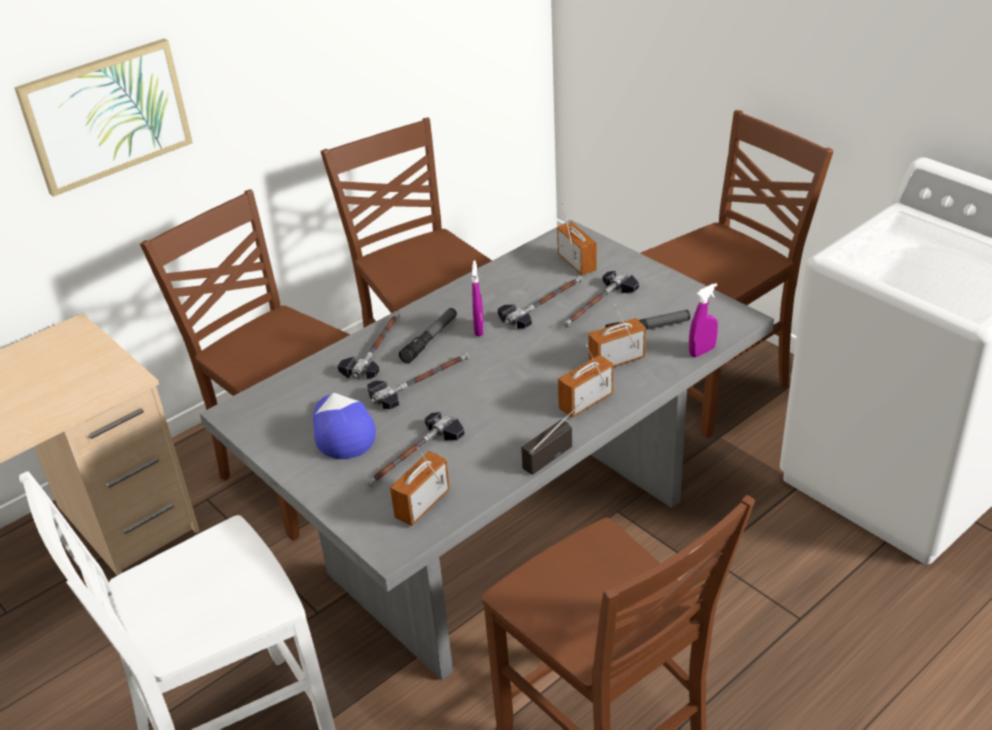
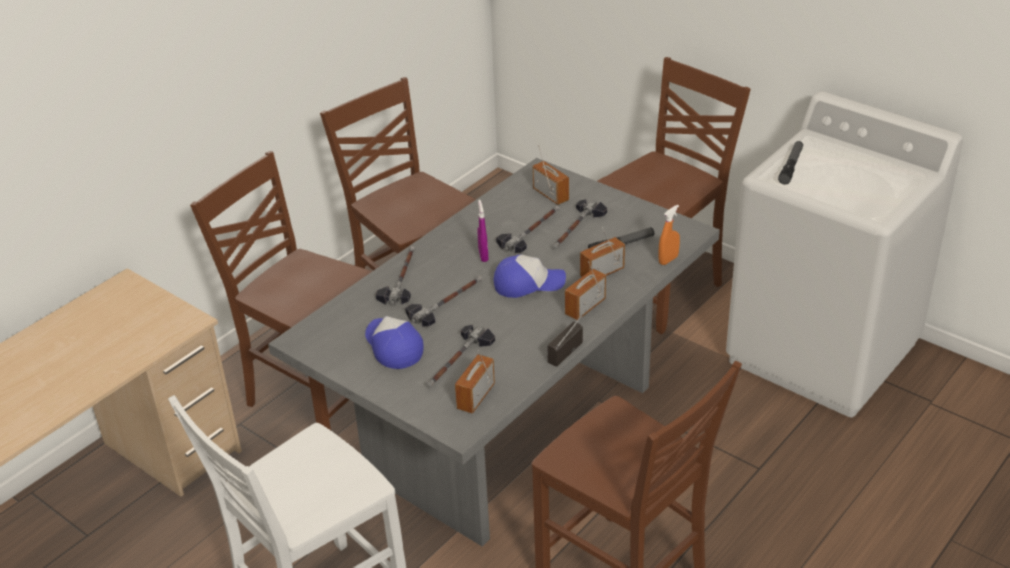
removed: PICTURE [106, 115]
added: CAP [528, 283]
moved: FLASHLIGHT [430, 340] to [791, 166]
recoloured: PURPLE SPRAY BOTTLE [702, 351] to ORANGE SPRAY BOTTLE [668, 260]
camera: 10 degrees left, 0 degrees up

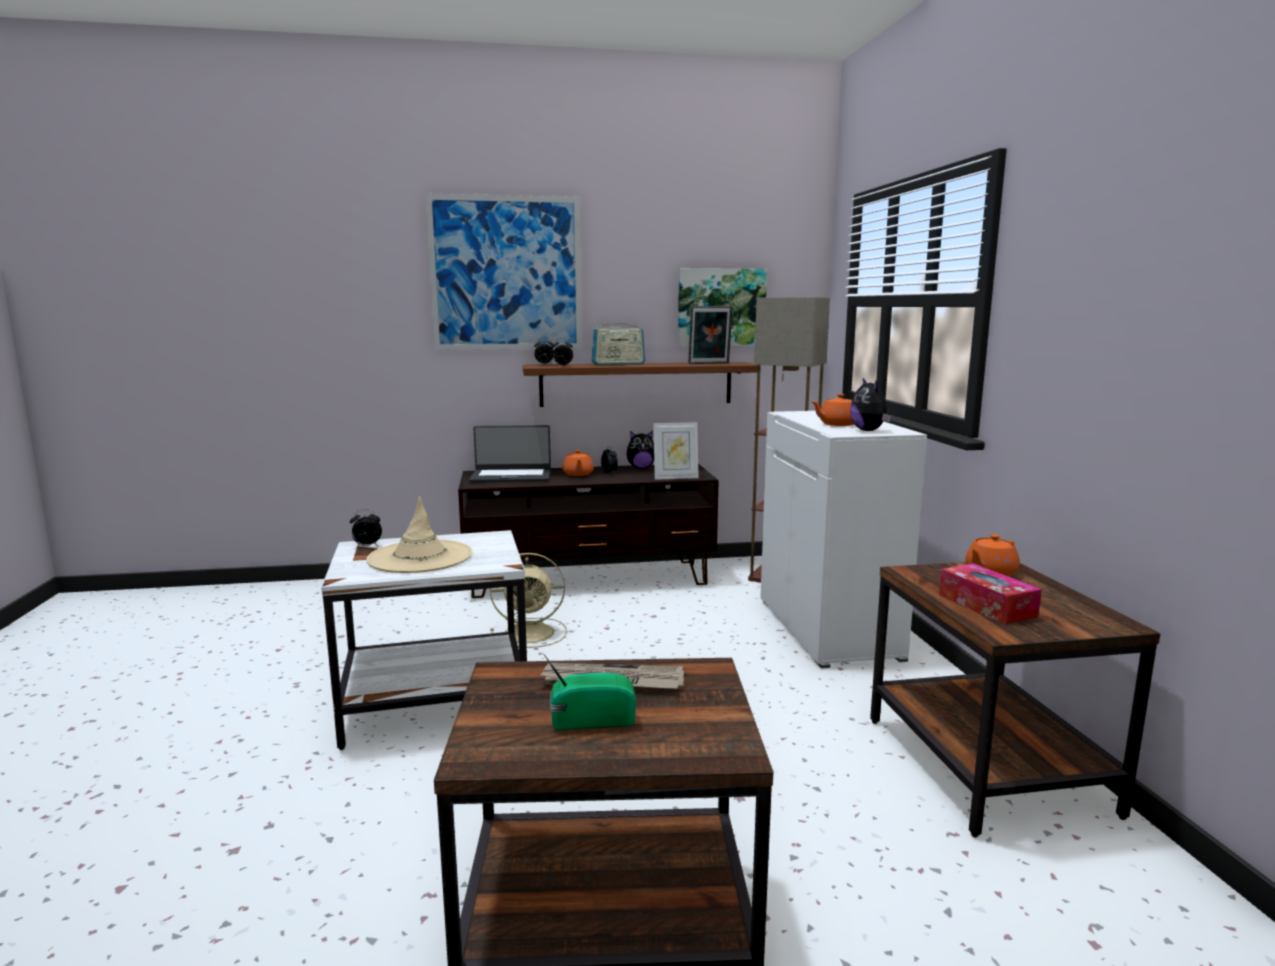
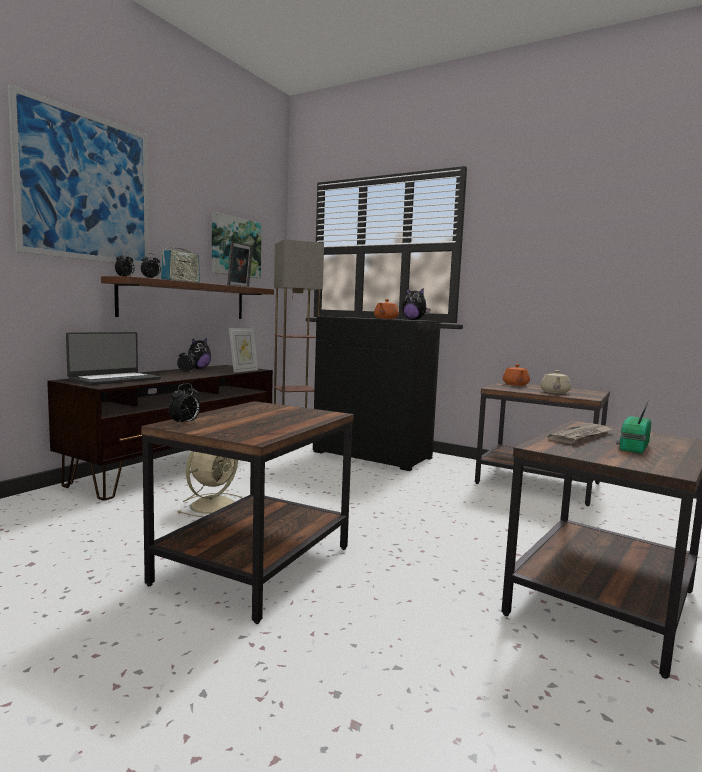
removed: BEIGE HAT [420, 557]; ORANGE TEAPOT [578, 474]
replaced: TISSUE BOX [986, 605] to BEIGE TEAPOT [555, 392]
recoloured: WHITE SIDE TABLE [436, 703] to BROWN SIDE TABLE [253, 565]; WHITE CABINET [829, 629] to BLACK CABINET [373, 455]
camera: 50 degrees left, 5 degrees down

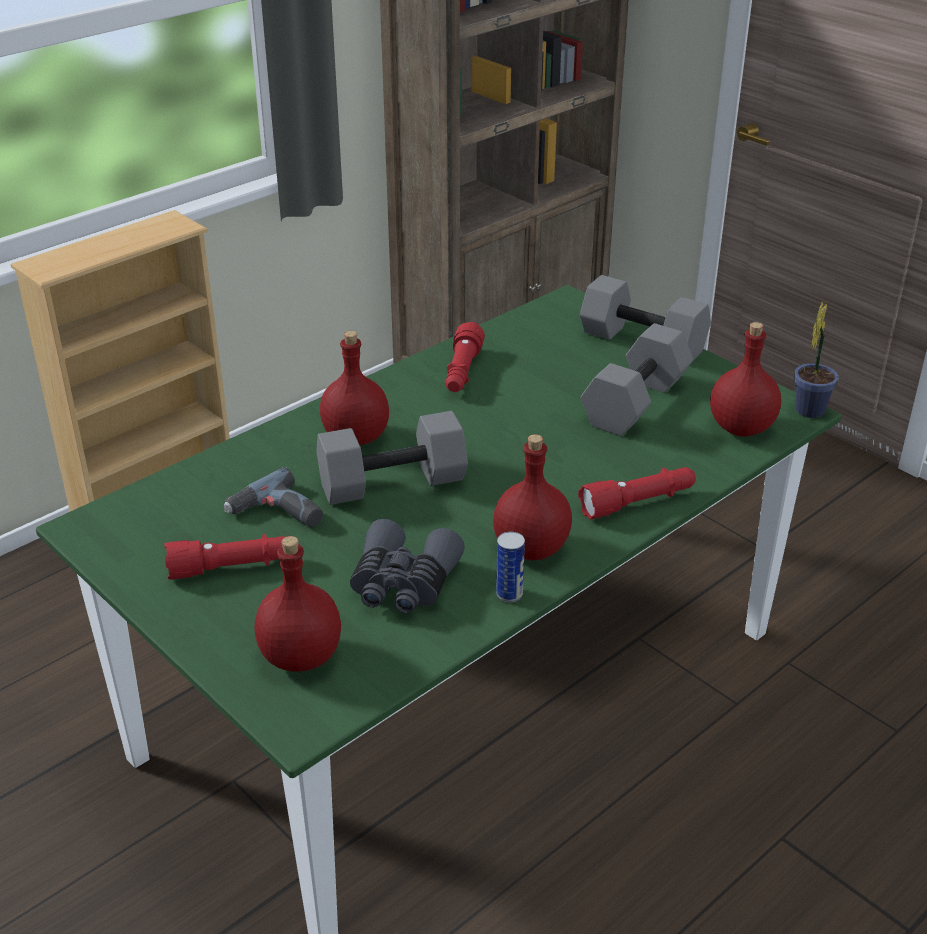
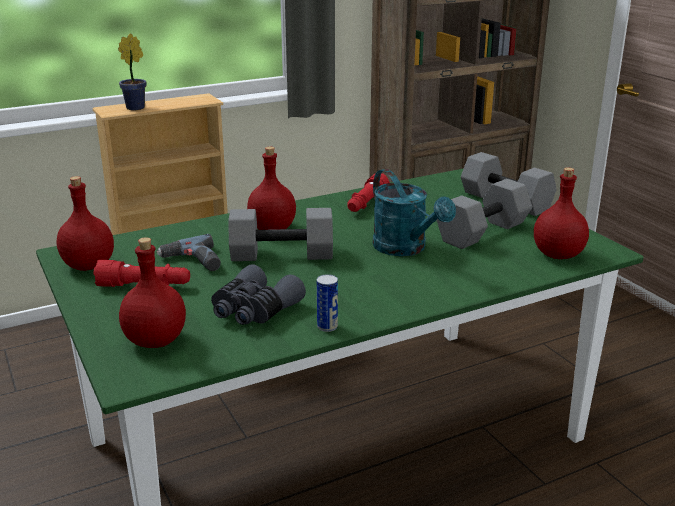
removed: RED FLASHLIGHT [638, 503]
added: TURQUOISE WATERING CAN [406, 249]
moved: RED BOTTLE [530, 549] to [87, 266]; POTTED PLANT [811, 408] to [137, 107]
camera: 15 degrees right, 10 degrees down

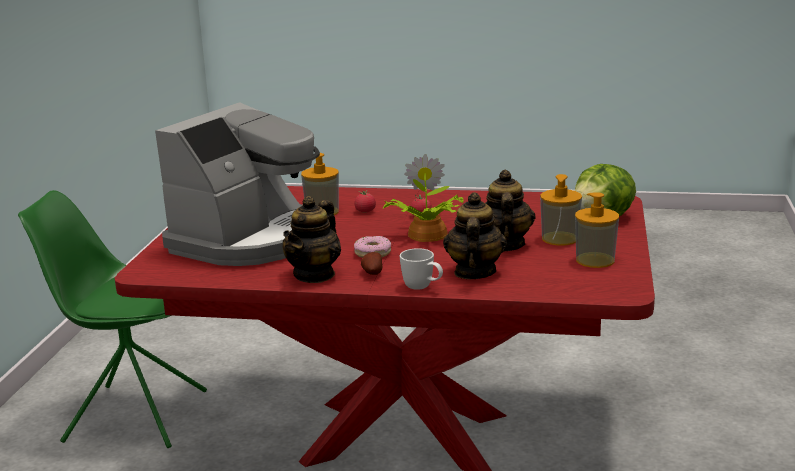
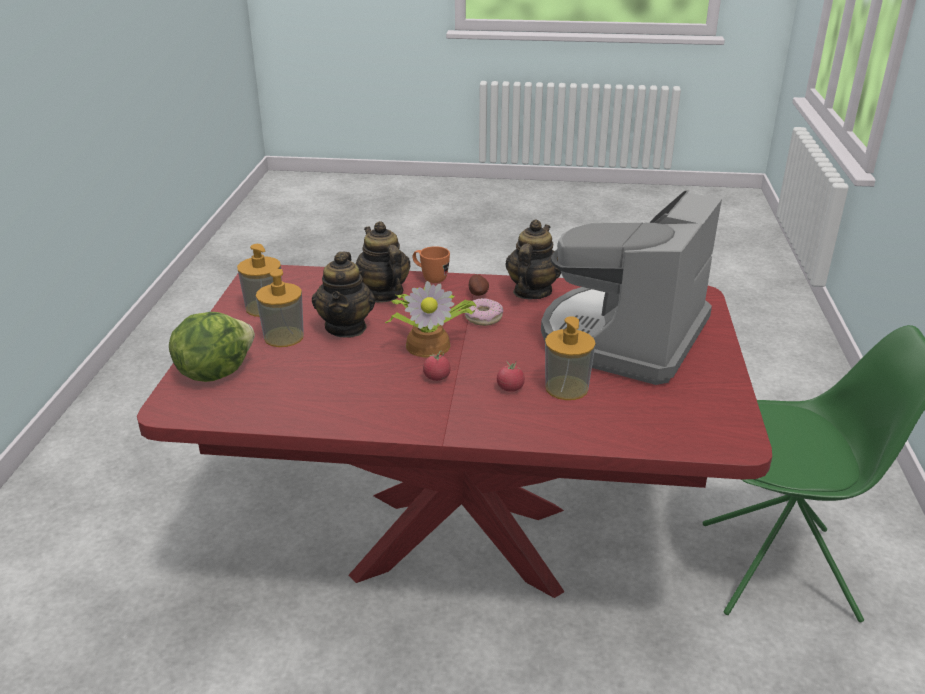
recoloured: WHITE MUG [423, 288] to ORANGE MUG [430, 278]
turned: TEAPOT [474, 272] = [383, 294] 150 degrees clockwise
camera: 175 degrees right, 10 degrees up

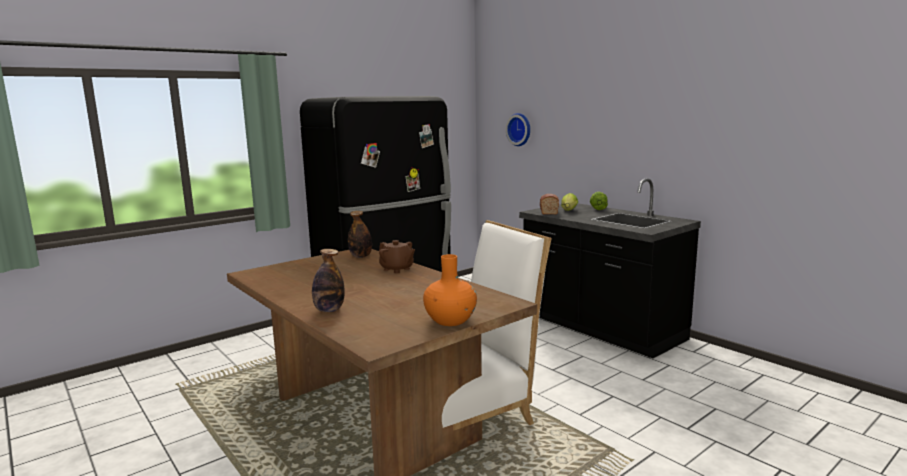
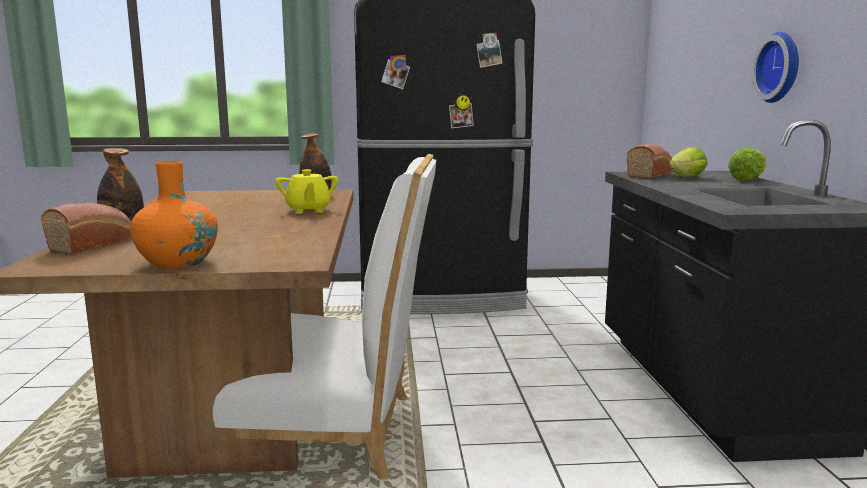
added: BREAD [94, 244]
moved: WALL CLOCK [520, 129] to [781, 67]
recoloured: BROWN TEAPOT [397, 269] to YELLOW TEAPOT [308, 210]
camera: 35 degrees right, 0 degrees up

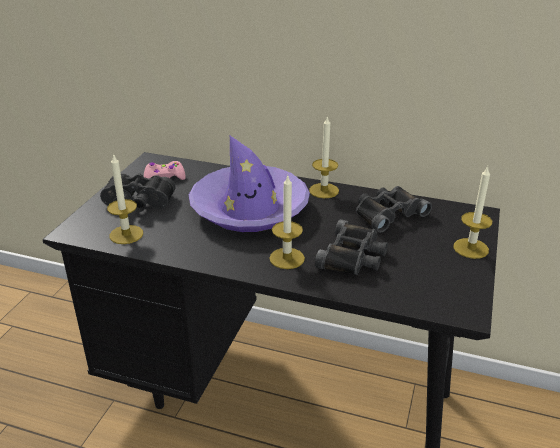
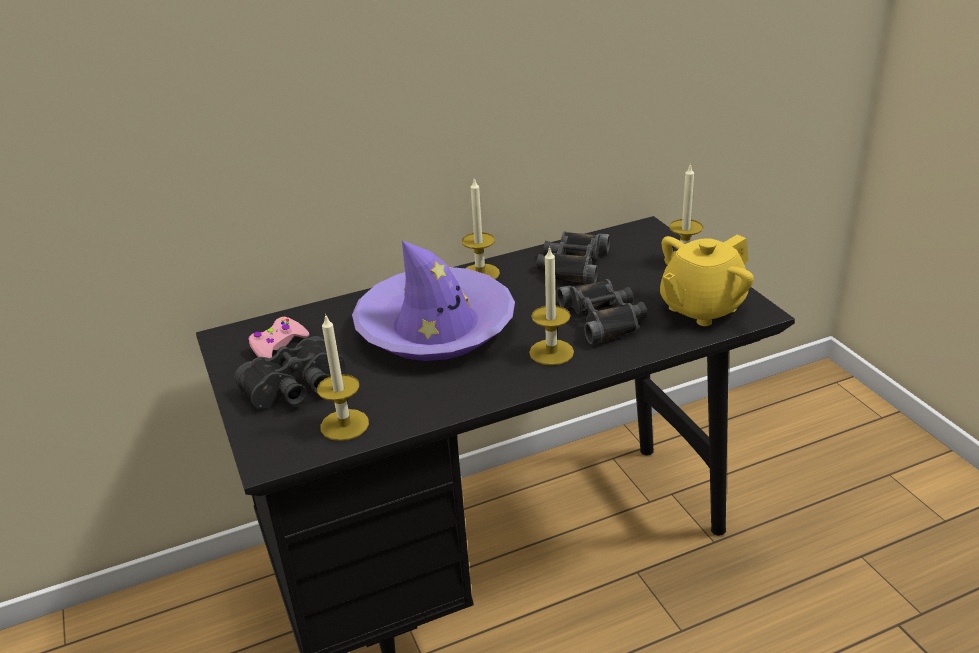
added: YELLOW TEAPOT [701, 308]
camera: 40 degrees left, 0 degrees up

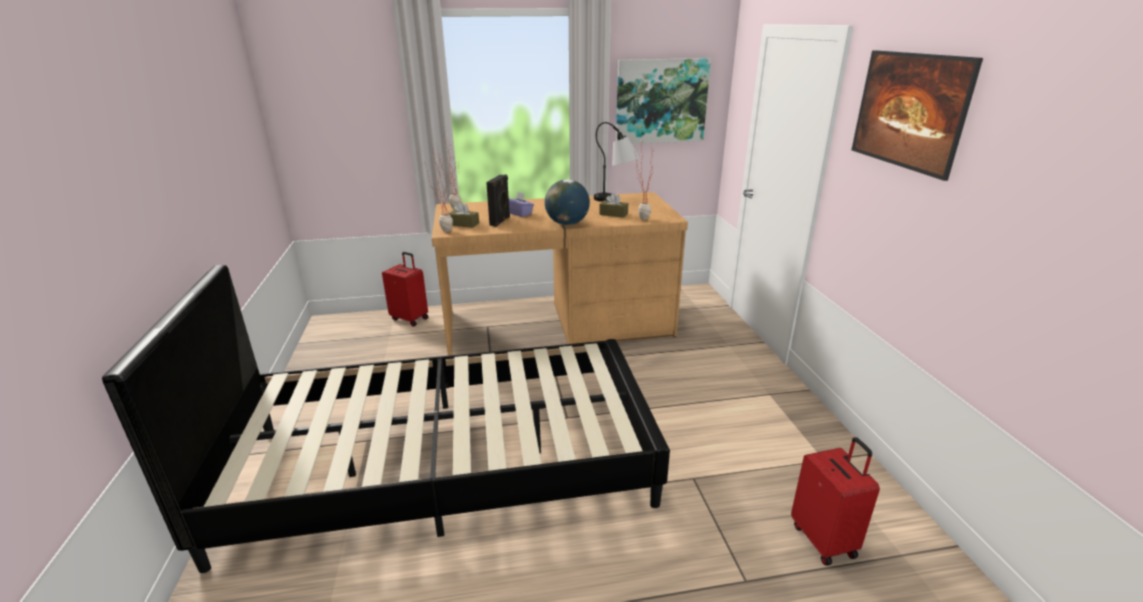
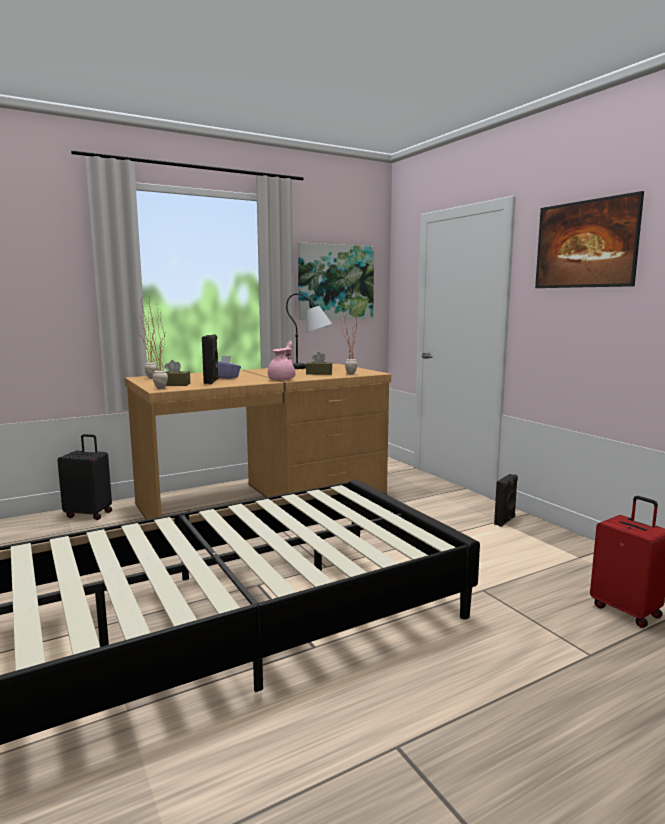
added: BLACK SPEAKER [505, 521]
replaced: GLOBE [567, 224] to PINK TEAPOT [282, 379]
recoloured: RED SUITCASE [410, 318] to BLACK SUITCASE [89, 514]
camera: 20 degrees left, 15 degrees down

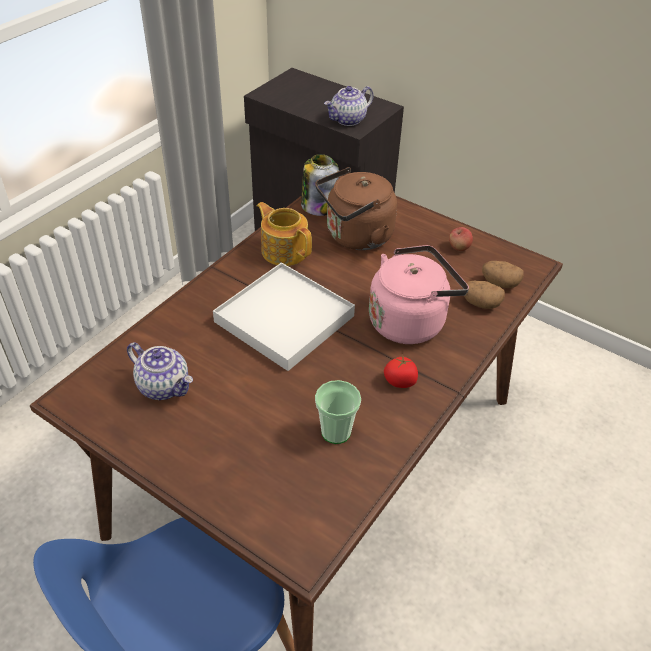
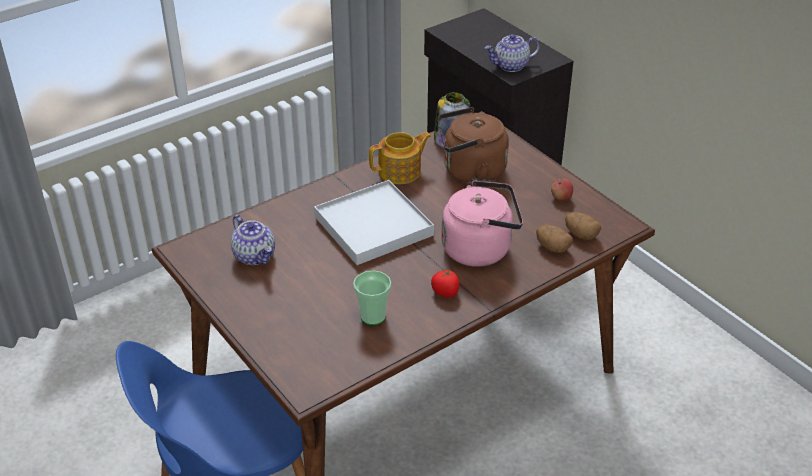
turned: TEAPOT [284, 250] = [401, 172] 90 degrees clockwise
camera: 20 degrees right, 5 degrees down

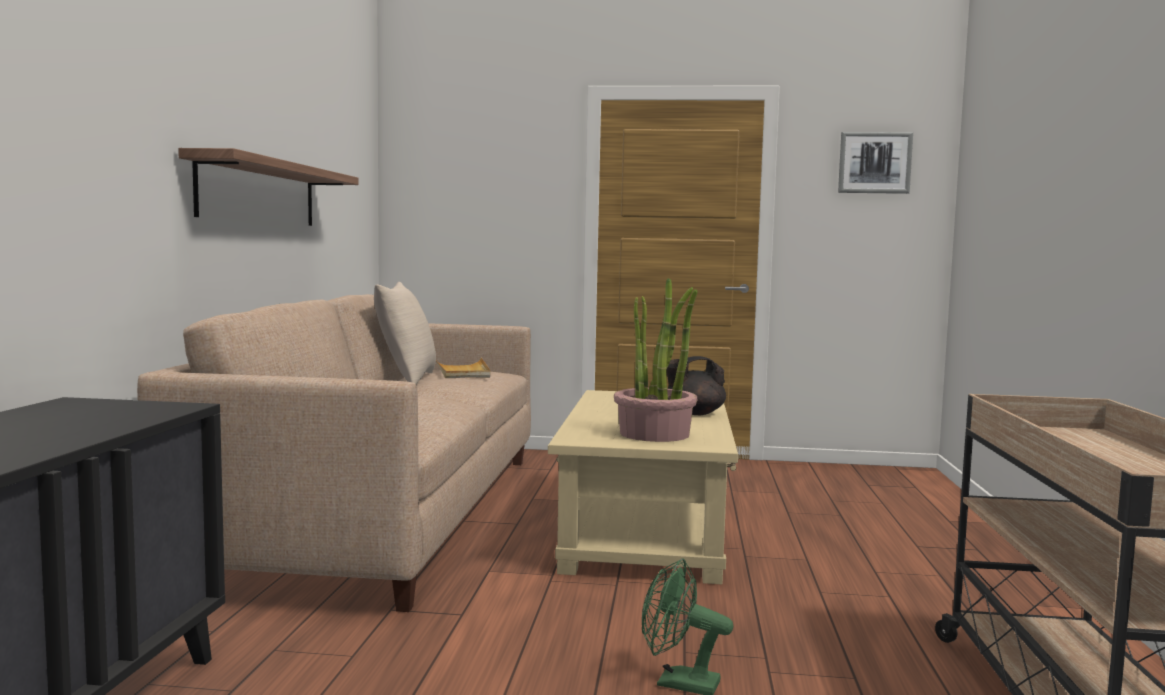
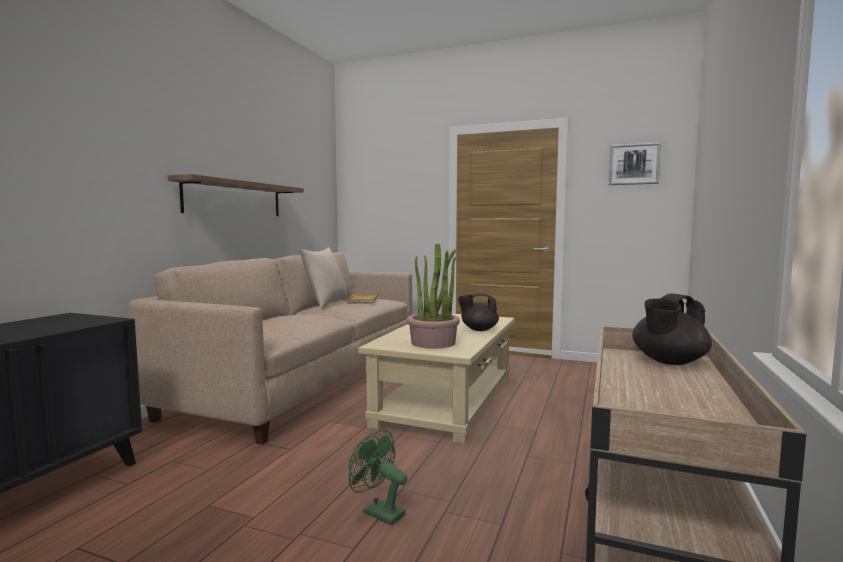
added: BLACK TEAPOT [668, 361]
camera: 15 degrees right, 0 degrees up

